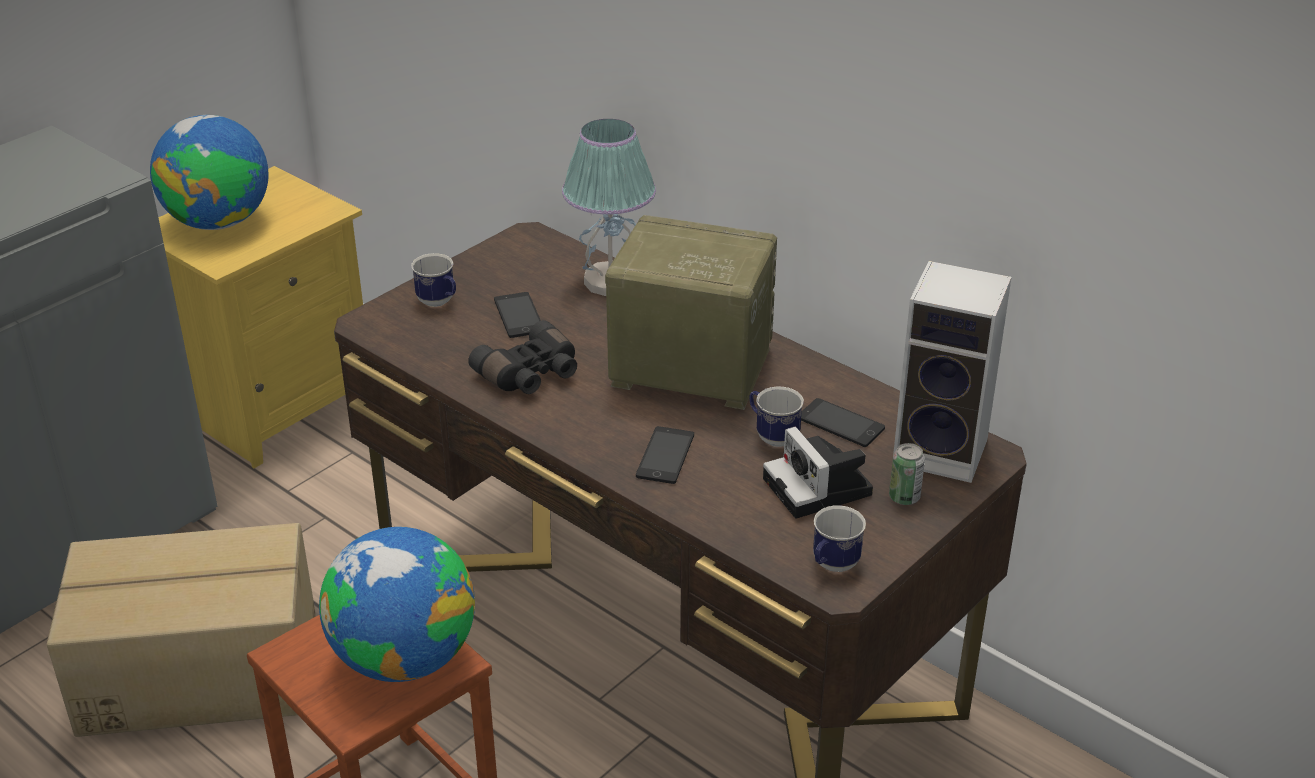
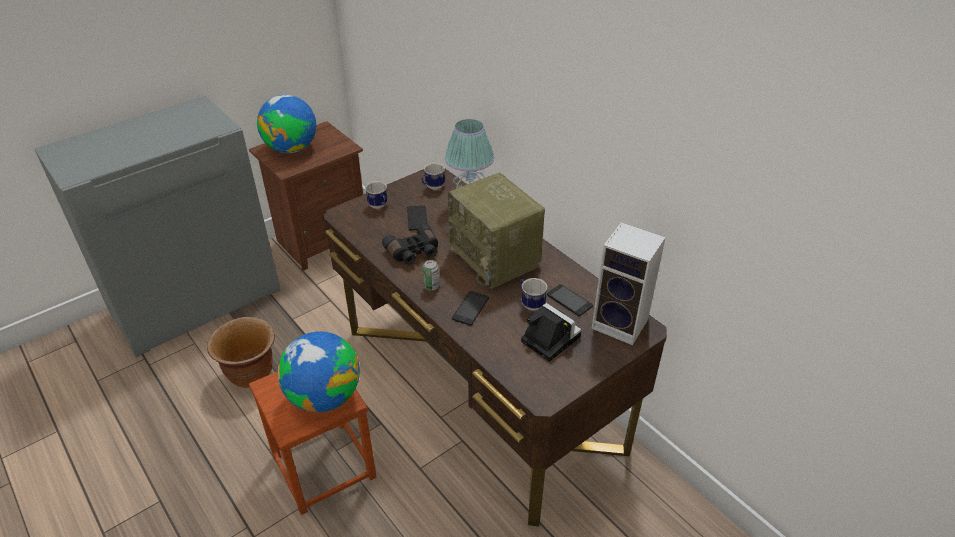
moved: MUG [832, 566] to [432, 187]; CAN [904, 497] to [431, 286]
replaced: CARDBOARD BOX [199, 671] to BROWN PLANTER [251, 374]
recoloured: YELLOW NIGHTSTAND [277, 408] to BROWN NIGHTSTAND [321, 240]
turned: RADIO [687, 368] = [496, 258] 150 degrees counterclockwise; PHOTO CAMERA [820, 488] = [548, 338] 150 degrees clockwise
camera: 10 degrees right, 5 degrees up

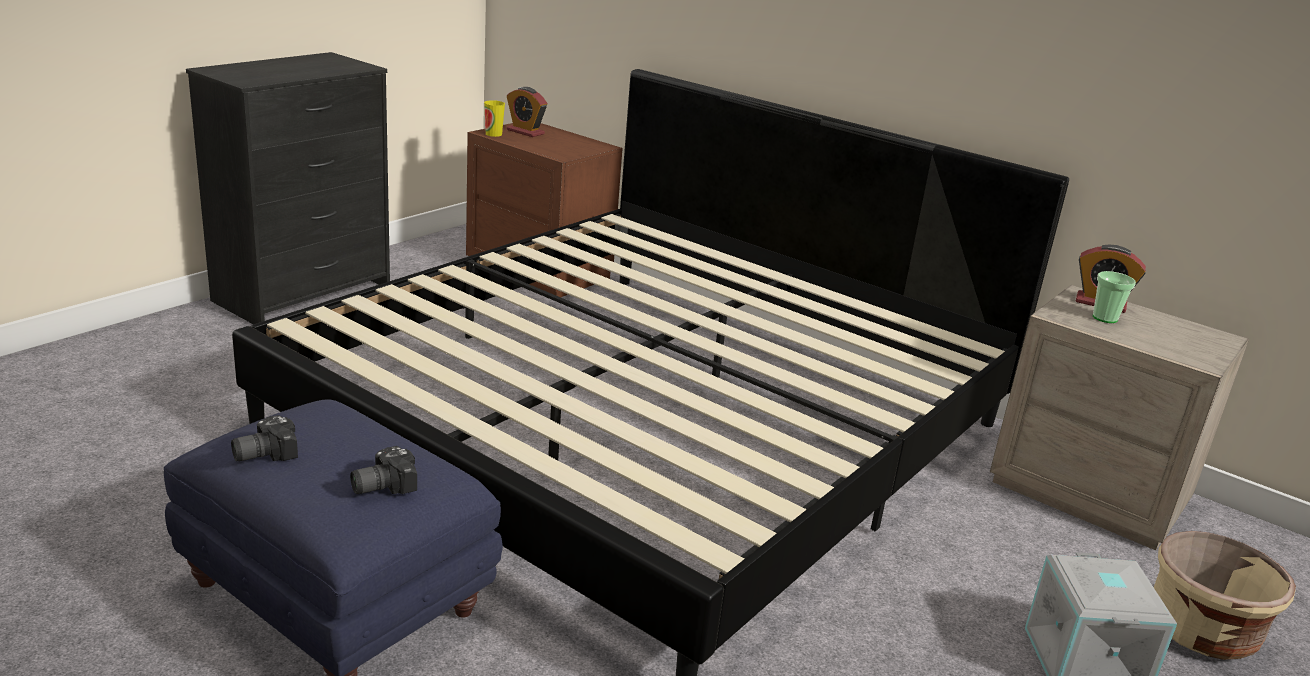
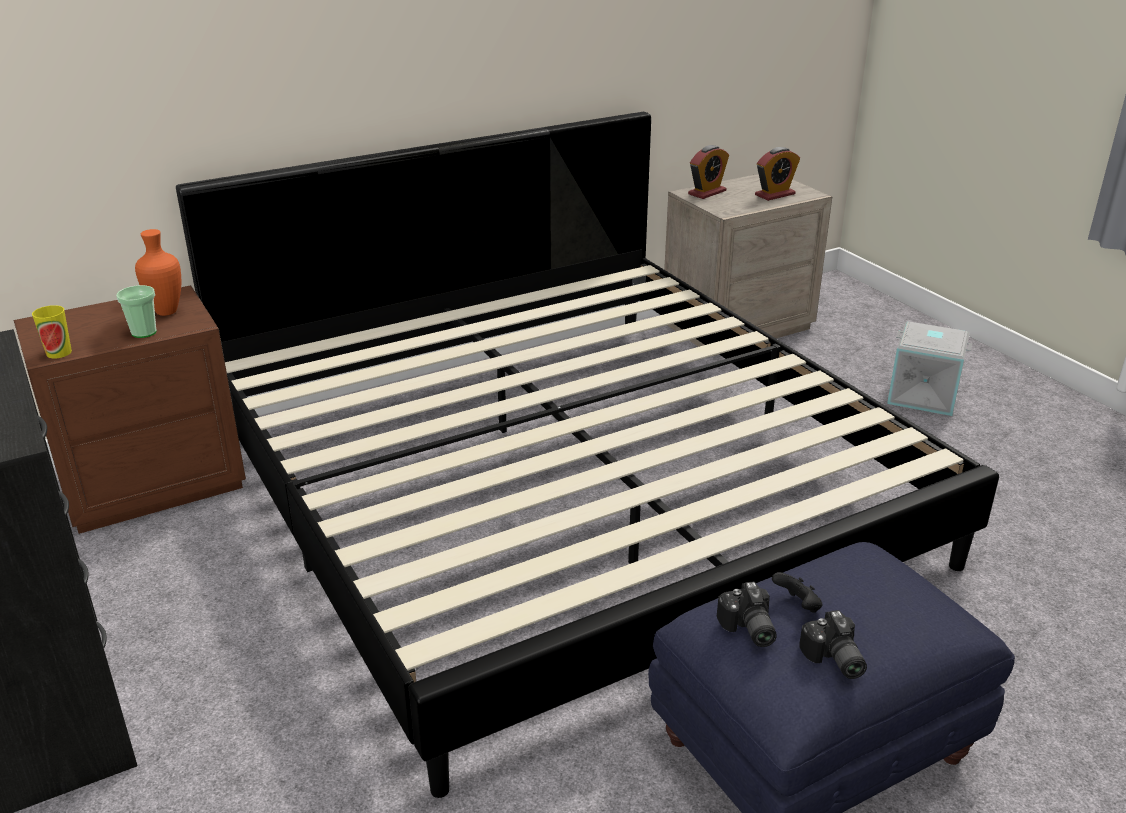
removed: BEIGE PLANTER [1201, 632]
added: ORANGE VASE [165, 312]; BLACK GAME CONTROLLER [797, 606]
moved: PHOTO CAMERA [381, 485] to [747, 629]; ALARM CLOCK [525, 132] to [775, 194]; CUP [1105, 318] to [144, 332]
camera: 65 degrees left, 5 degrees up

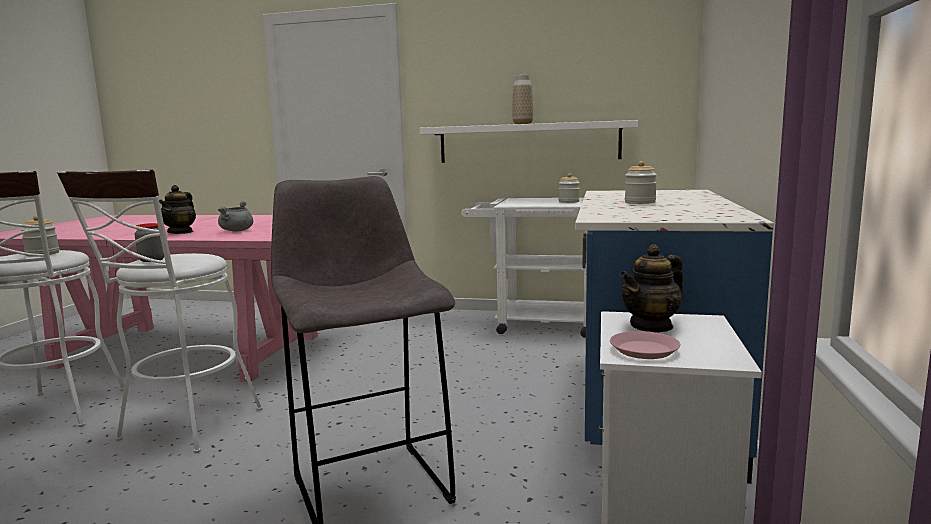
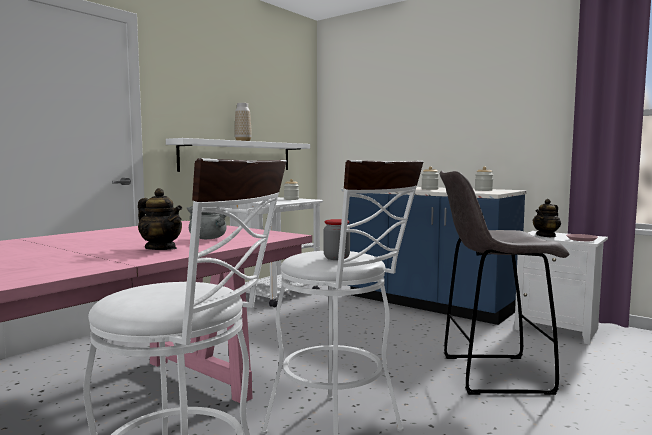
moved: JAR [42, 254] to [483, 190]
turned: TEAPOT [651, 326] = [546, 236] 60 degrees clockwise
camera: 65 degrees left, 5 degrees down

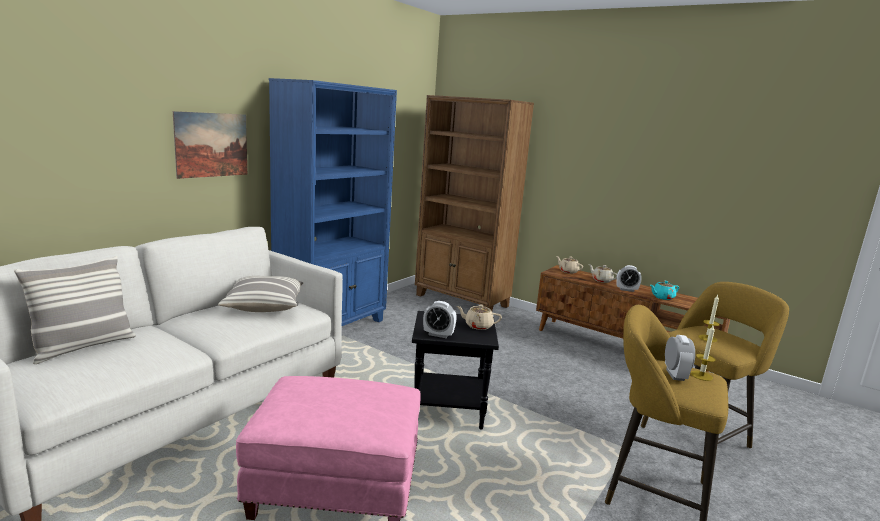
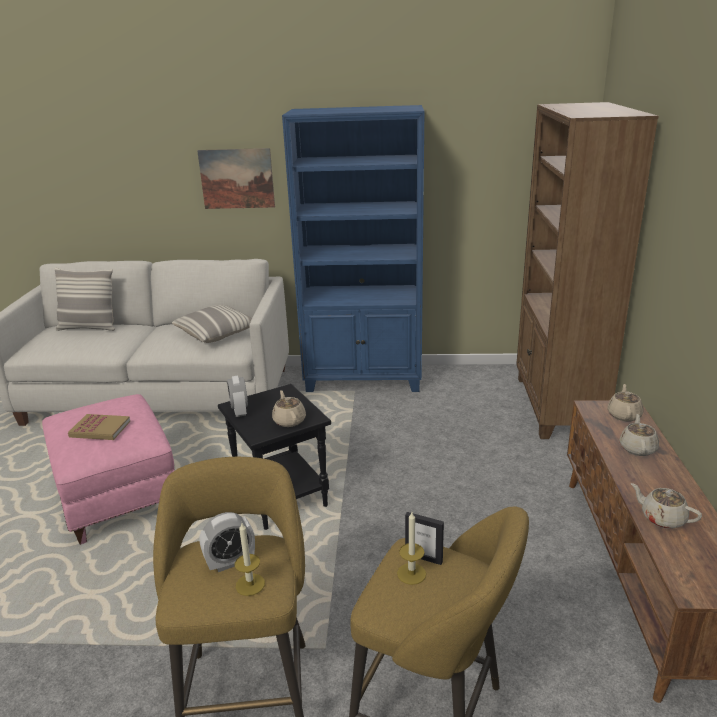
removed: ALARM CLOCK [626, 290]
added: BOOK [100, 429]; PICTURE FRAME [424, 557]
recoloured: TURQUOISE TEAPOT [662, 297] to BEIGE TEAPOT [662, 518]
camera: 60 degrees right, 10 degrees up

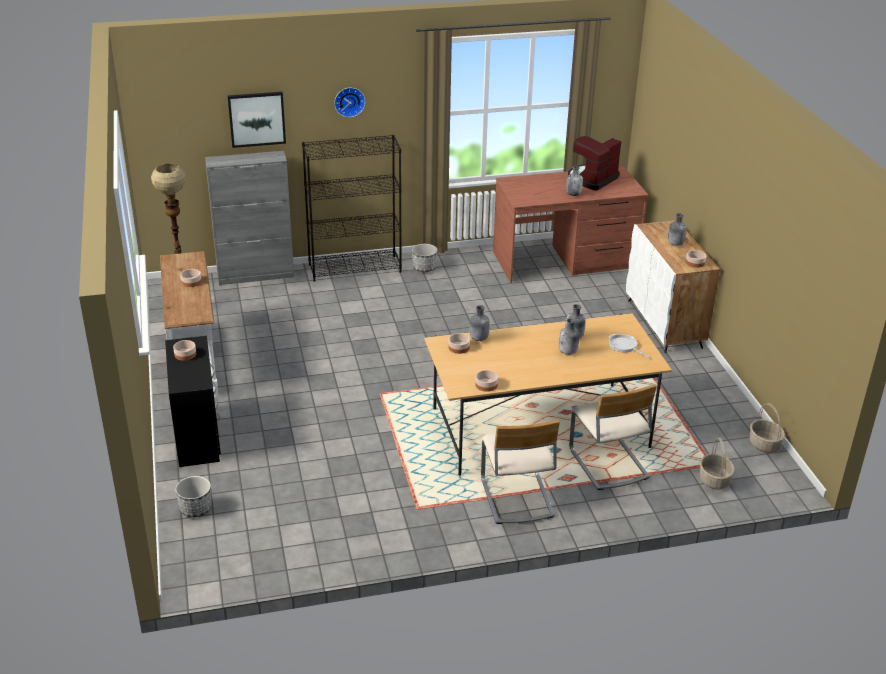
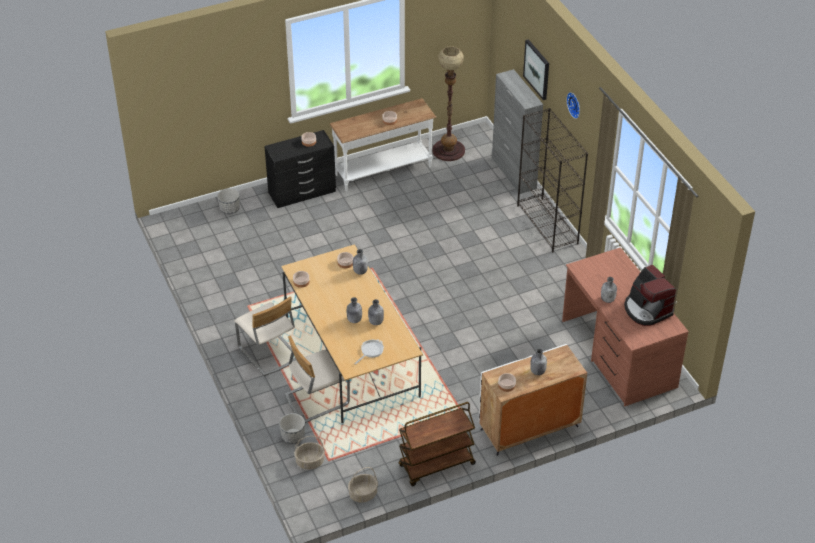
added: BROWN CART [436, 465]
moved: PLANTER [424, 268] to [293, 436]
turned: BEIGE CHAIR [516, 497] = [268, 353] 105 degrees counterclockwise; COFFEE MACHINE [592, 179] = [647, 310] 150 degrees counterclockwise
camera: 80 degrees right, 10 degrees up

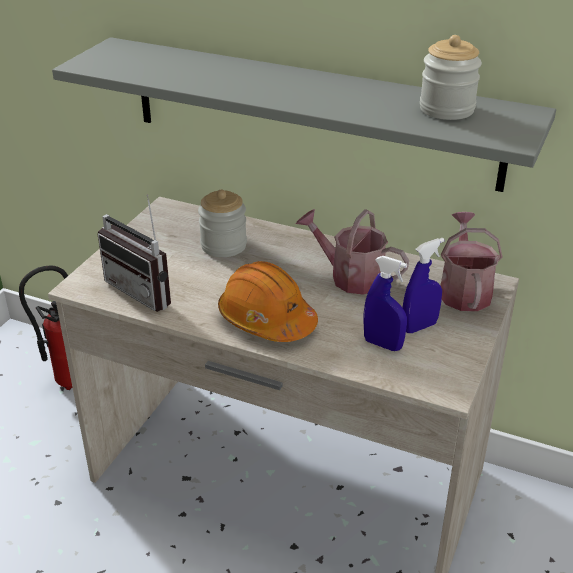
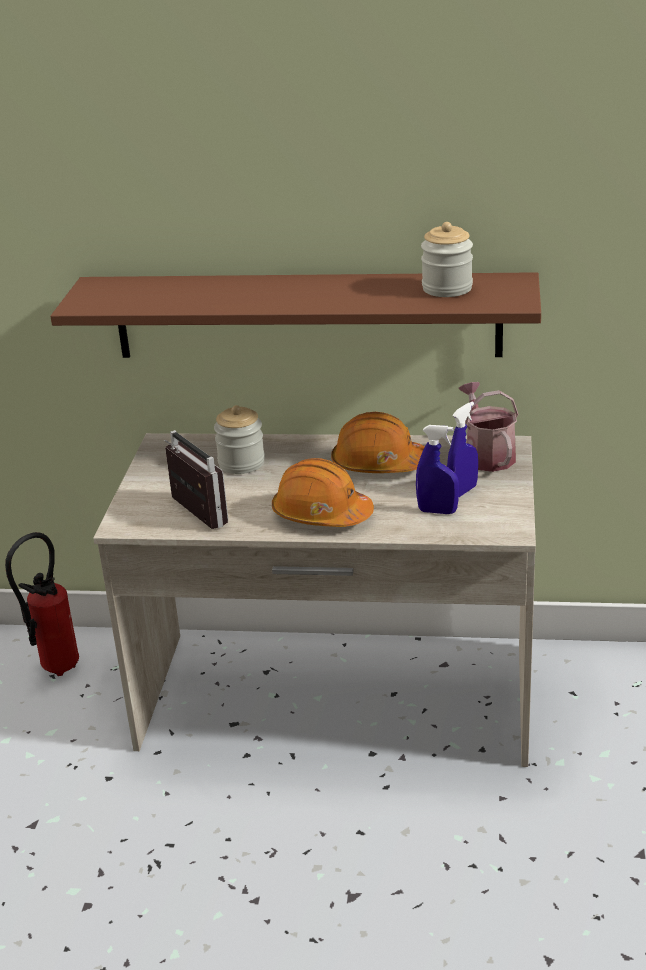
replaced: WATERING CAN [350, 276] to ORANGE HARD HAT [378, 465]
recoloured: GREY SHELF [311, 112] to BROWN SHELF [306, 316]
turned: RADIO [146, 290] = [190, 514] 150 degrees counterclockwise
camera: 15 degrees left, 5 degrees down

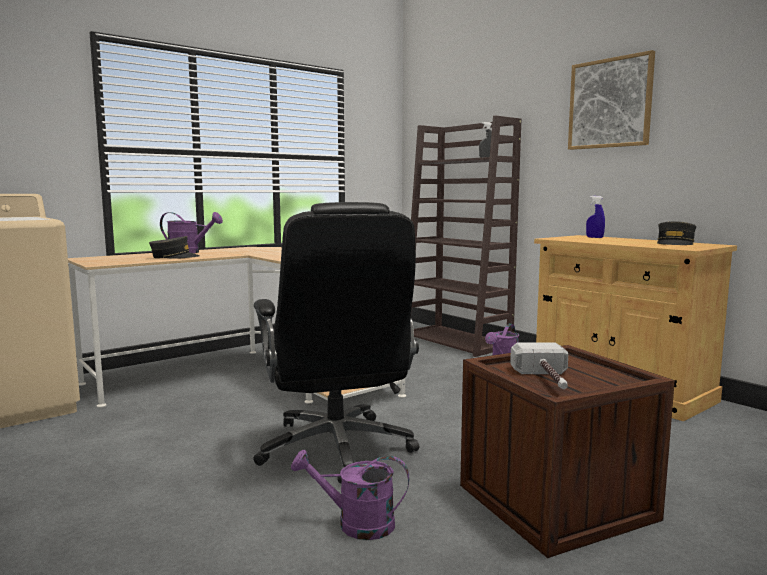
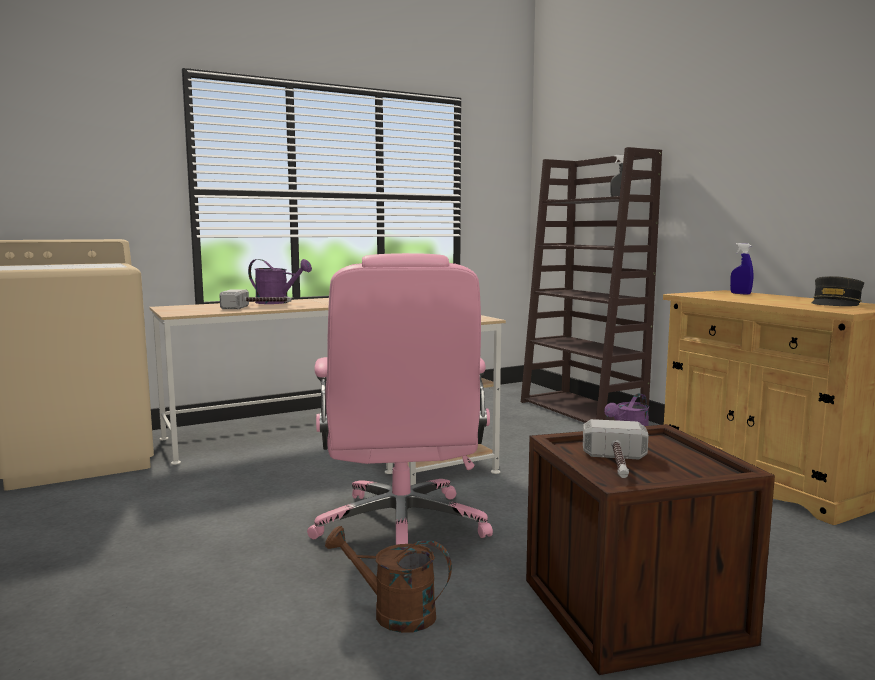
removed: PICTURE [610, 103]
replaced: GREY CAP [174, 257] to HAMMER [257, 307]
recoloured: BLACK OFFICE CHAIR [336, 449] to PINK OFFICE CHAIR [401, 527]; PURPLE WATERING CAN [355, 524] to BROWN WATERING CAN [393, 613]
camera: 10 degrees right, 0 degrees up

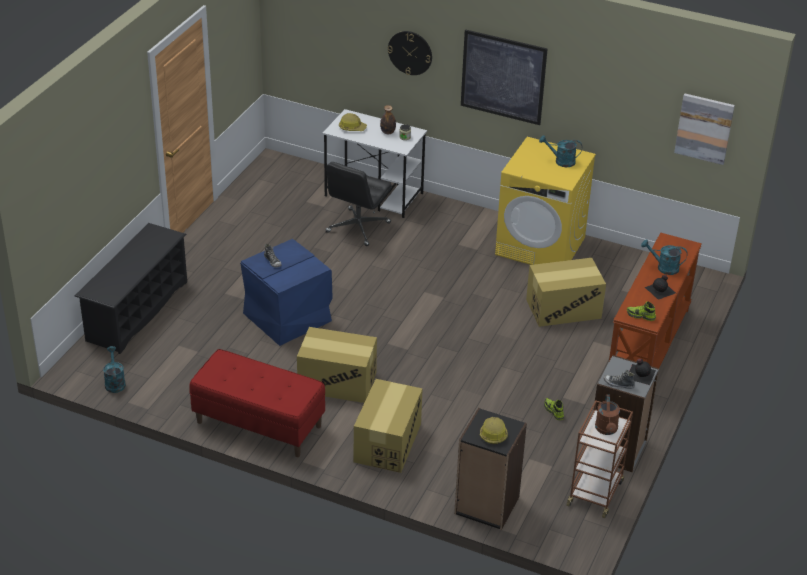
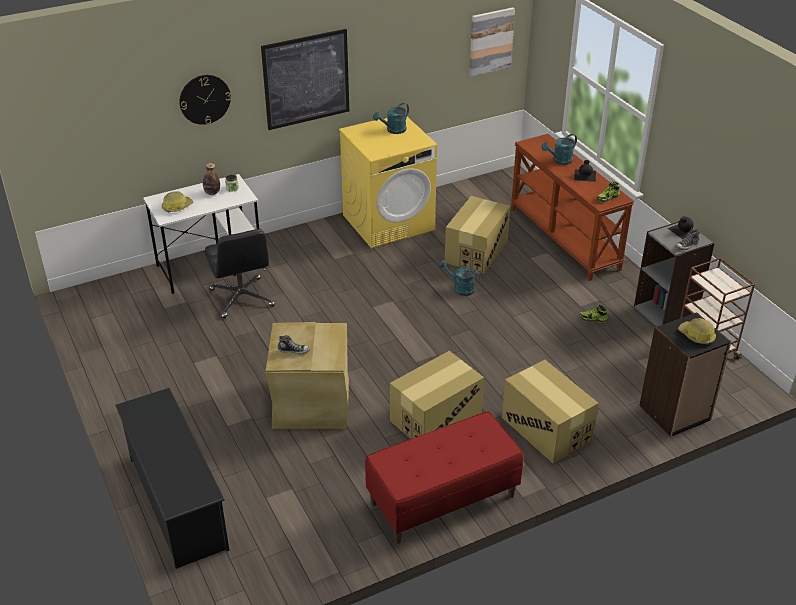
removed: BROWN WATERING CAN [606, 430]
moved: TURQUOISE WATERING CAN [114, 382] to [460, 288]
recoloured: BLUE STORAGE BOX [288, 317] to BEIGE STORAGE BOX [312, 402]
camera: 50 degrees left, 0 degrees up

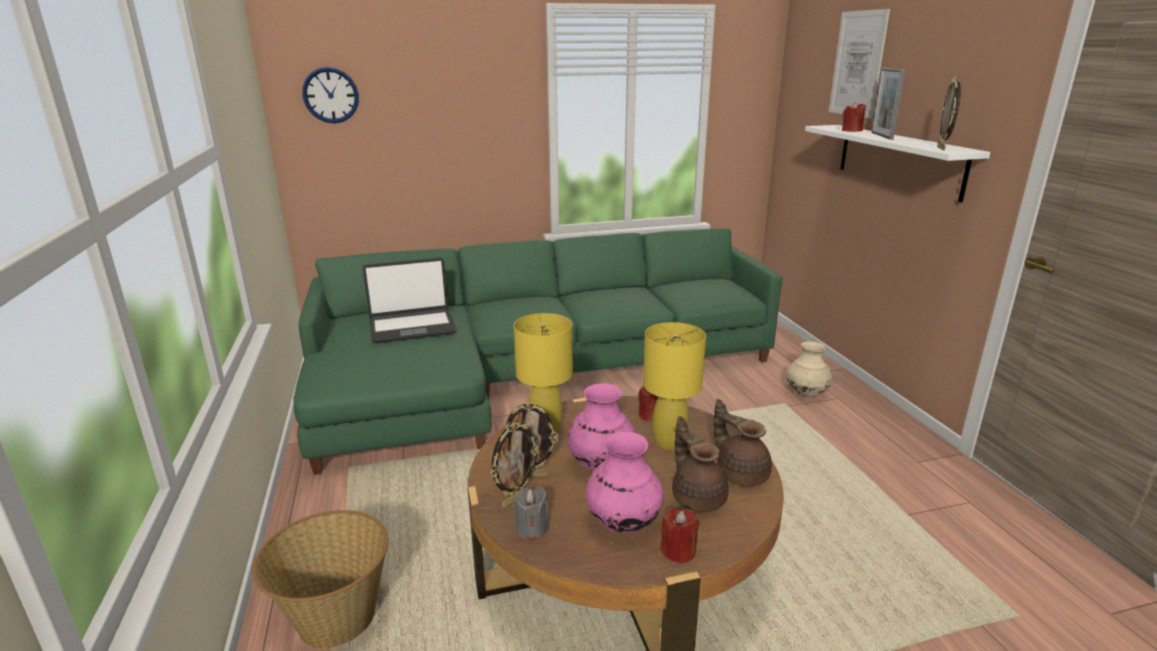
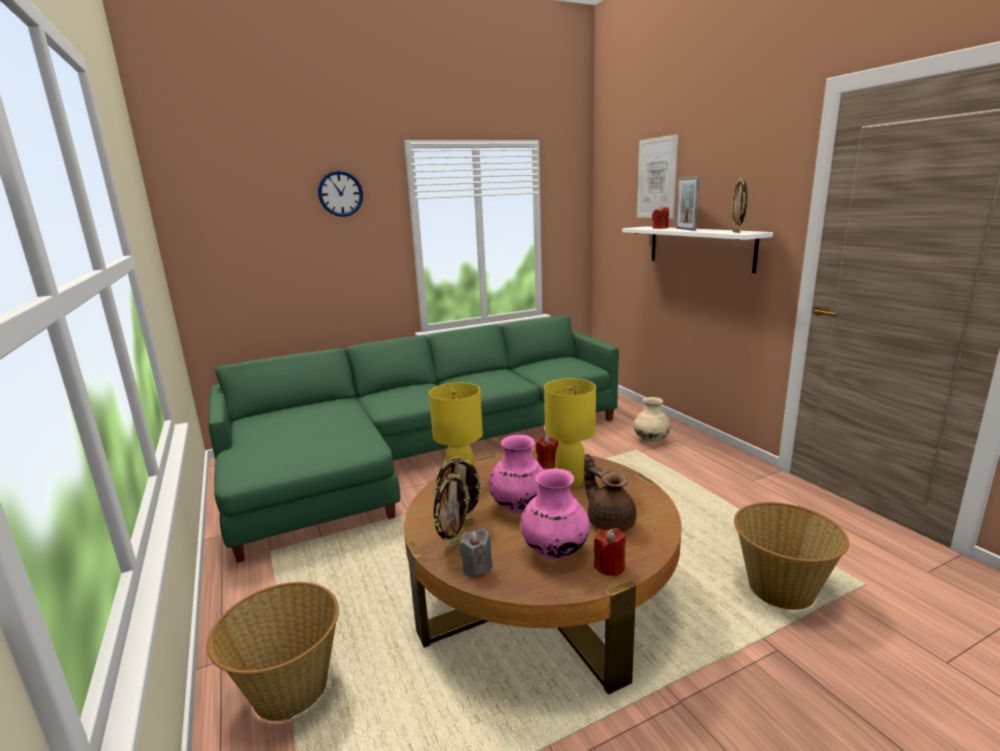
removed: LAPTOP [412, 327]; BROWN TEAPOT [740, 473]
added: BASKET [780, 589]
moved: WALL CLOCK [331, 95] to [340, 193]
camera: 10 degrees left, 5 degrees down

